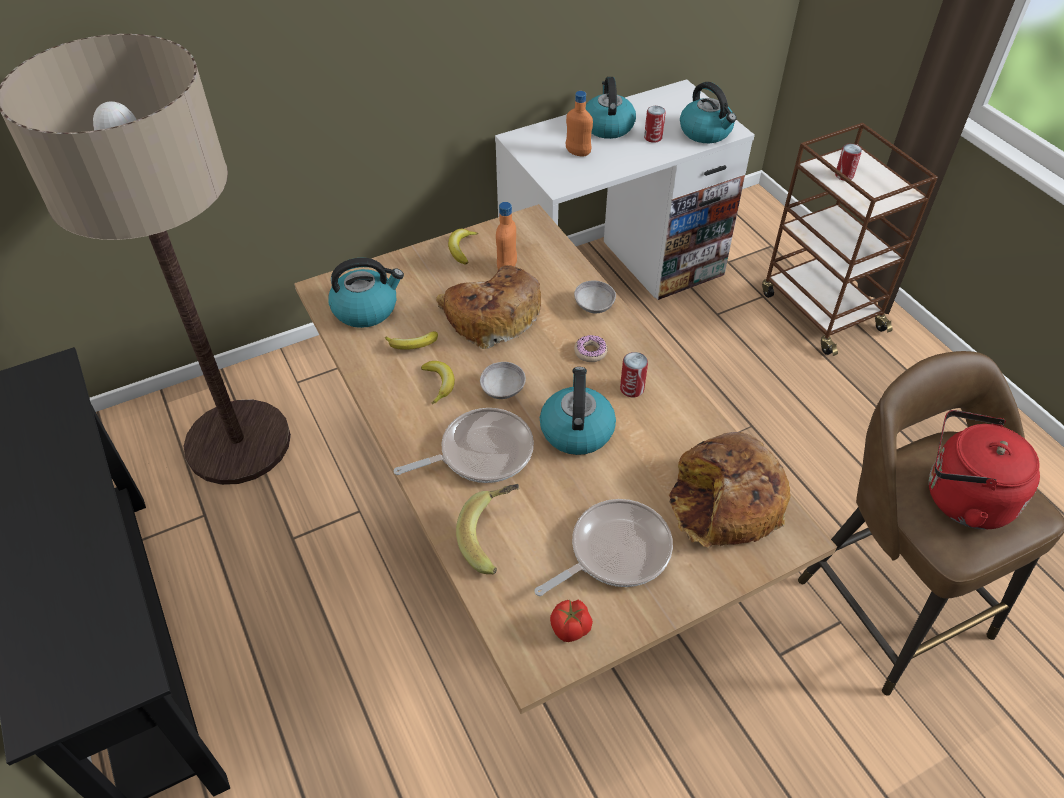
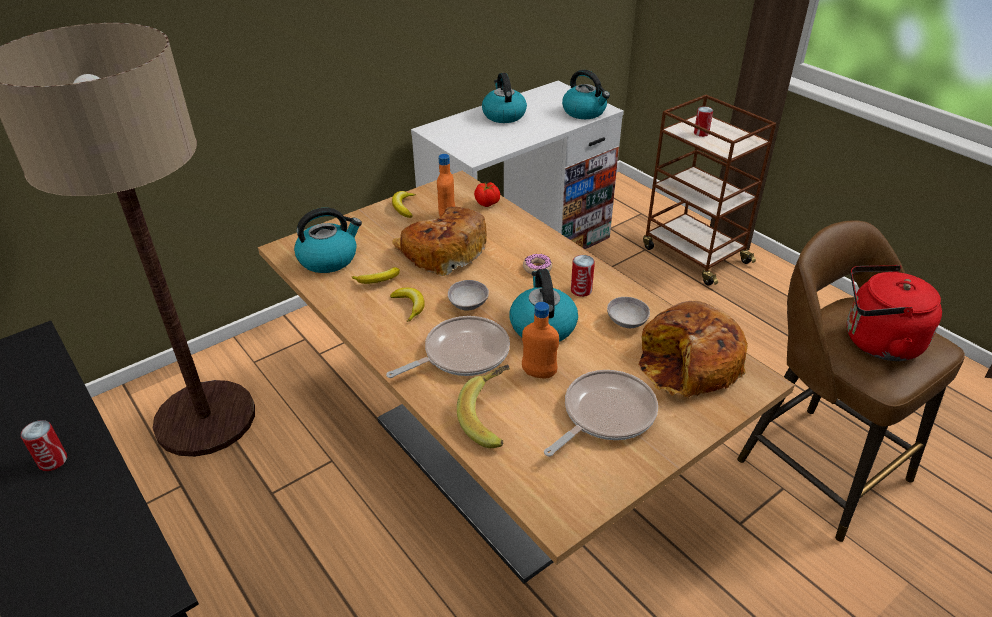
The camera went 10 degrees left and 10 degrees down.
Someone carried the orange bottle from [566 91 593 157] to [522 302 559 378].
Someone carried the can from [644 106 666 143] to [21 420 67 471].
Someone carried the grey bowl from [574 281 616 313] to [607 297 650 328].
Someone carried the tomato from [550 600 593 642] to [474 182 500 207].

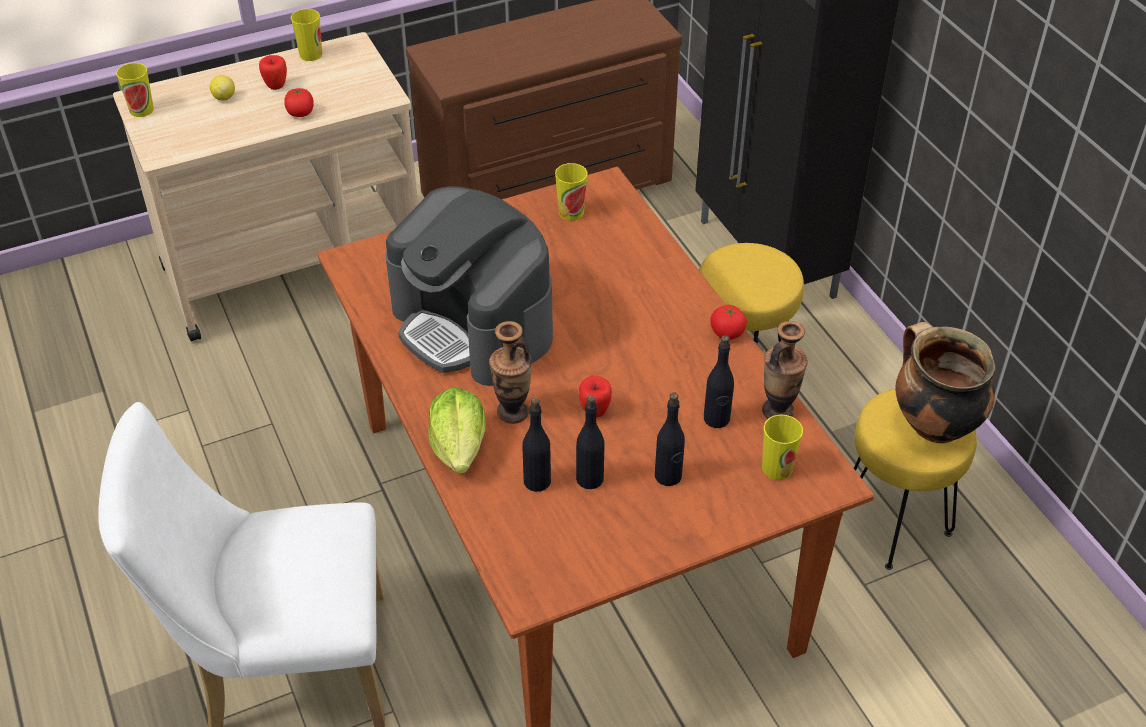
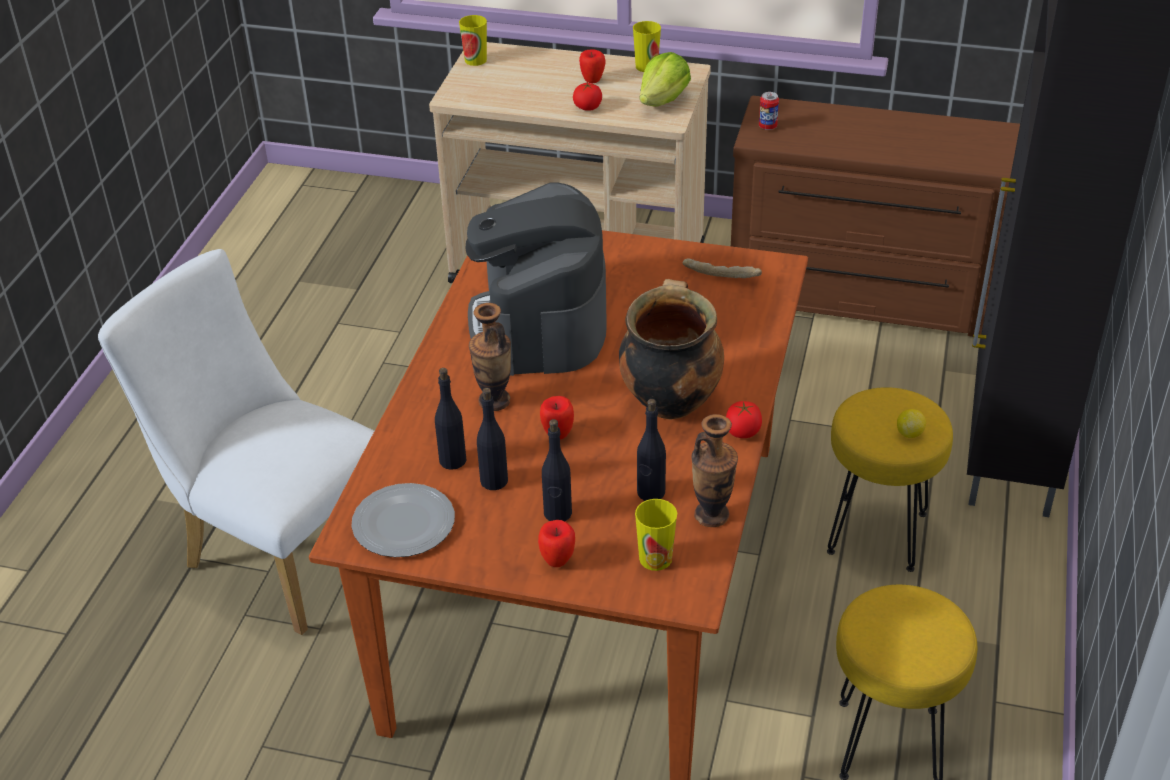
The camera went 40 degrees right and 5 degrees down.
Someone carried the lemon from [210 75 235 100] to [897 409 926 438].
Someone swapped the cup at [555 163 588 221] for the bread at [683 258 762 278].
Someone carried the cooking pot from [895 322 995 444] to [619 279 724 420].
Someone carried the lettuce from [428 388 486 474] to [639 52 691 106].
Someone put down the can at [759 92 779 130].
Someone put down the plate at [351 483 455 557].
Someone put down the apple at [538 520 575 567].

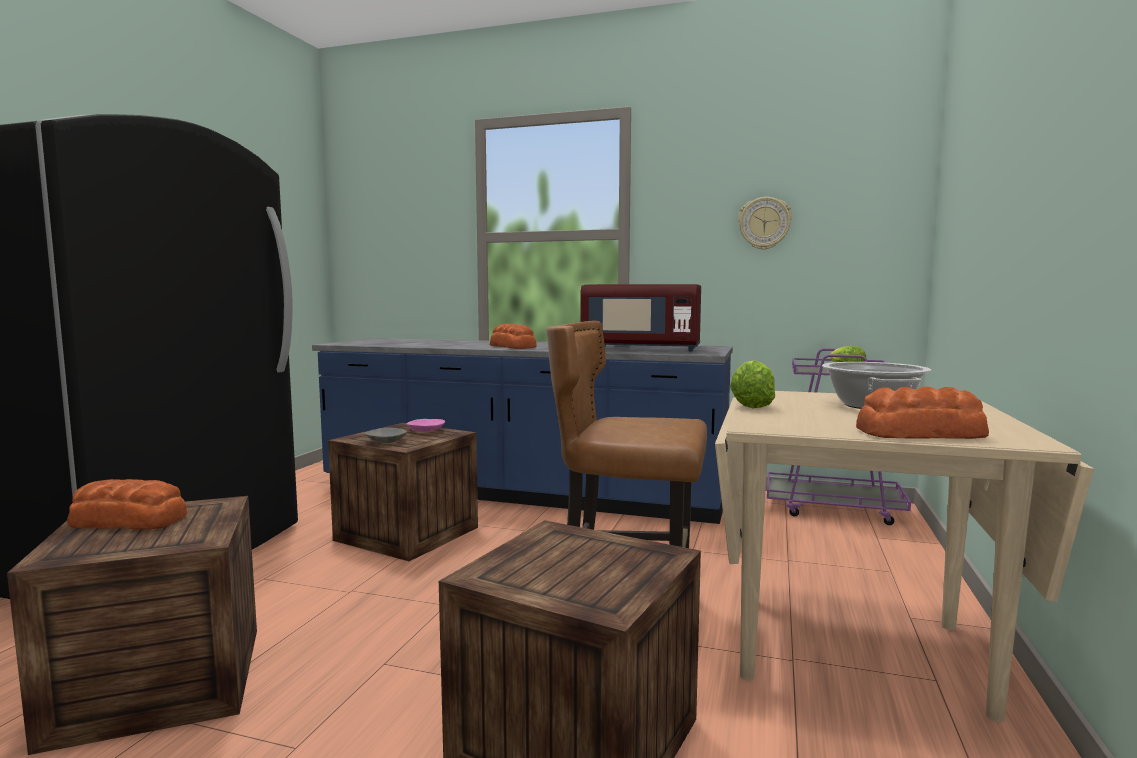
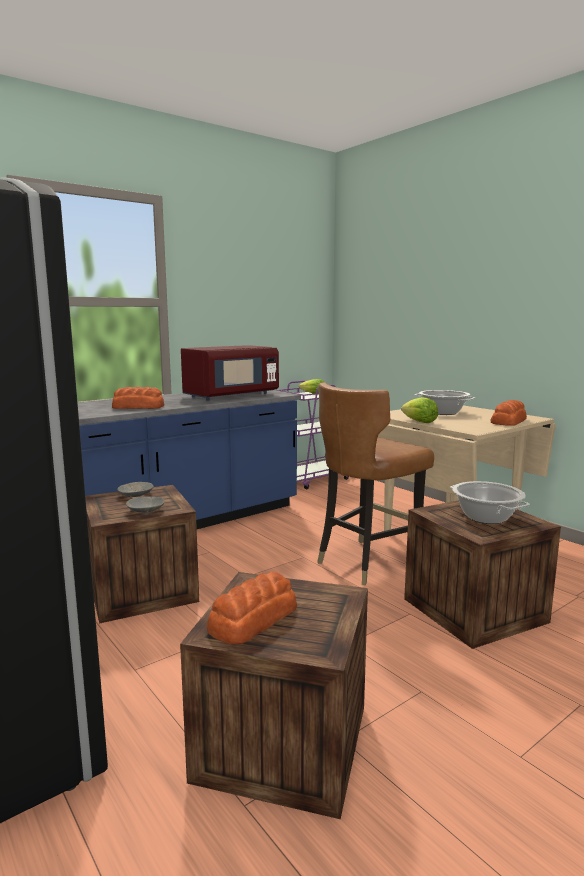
The camera went 55 degrees left and 5 degrees up.
Someone took away the wall clock at [738 197 792 250].
Someone repainted the pink bowl at [407 419 445 432], which became the grey bowl at [118 482 154 498].
Someone put down the cooking pot at [450 481 530 524].

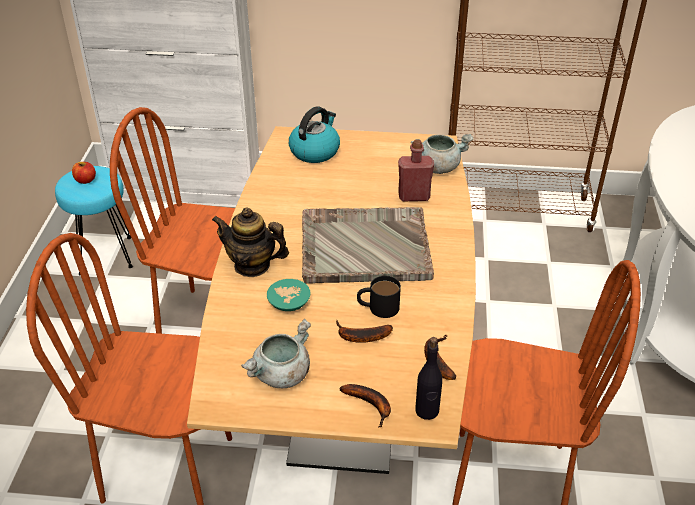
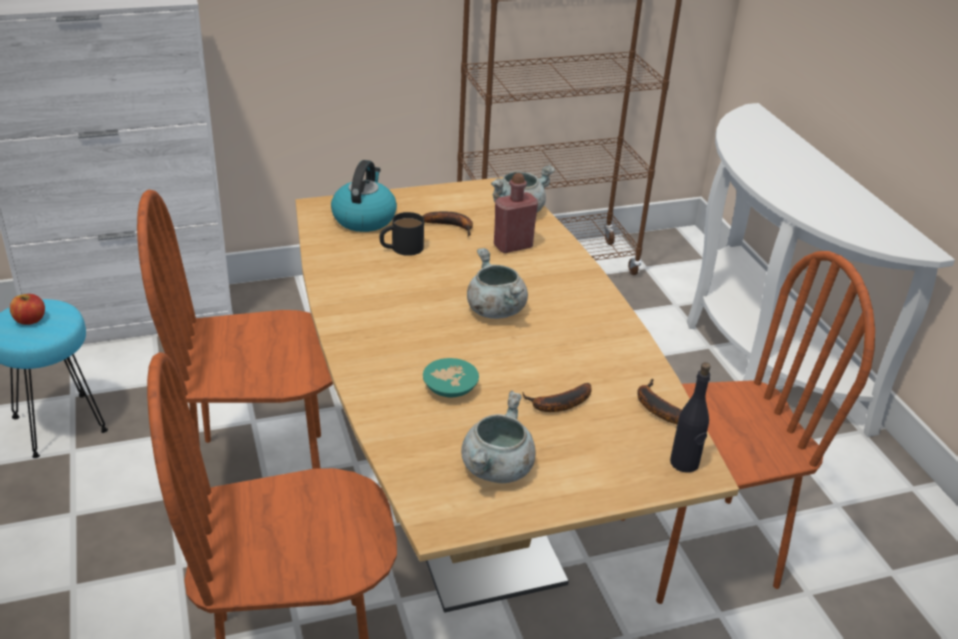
The camera went 25 degrees left and 5 degrees down.
Someone took away the teapot at [212 207 289 277].
Someone swapped the grey tray at [302 207 434 284] for the grey cooking pot at [467 248 528 319].
Someone carried the black mug from [357 276 401 318] to [380 212 424 256].
Someone carried the banana from [340 384 391 428] to [422 212 473 236].

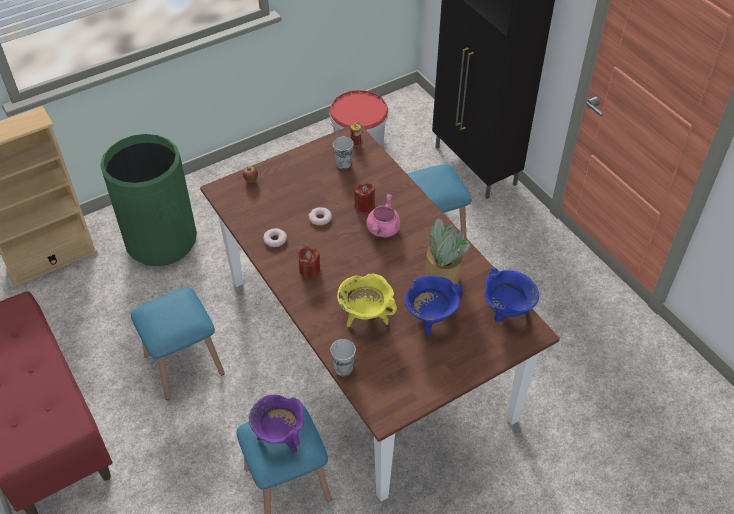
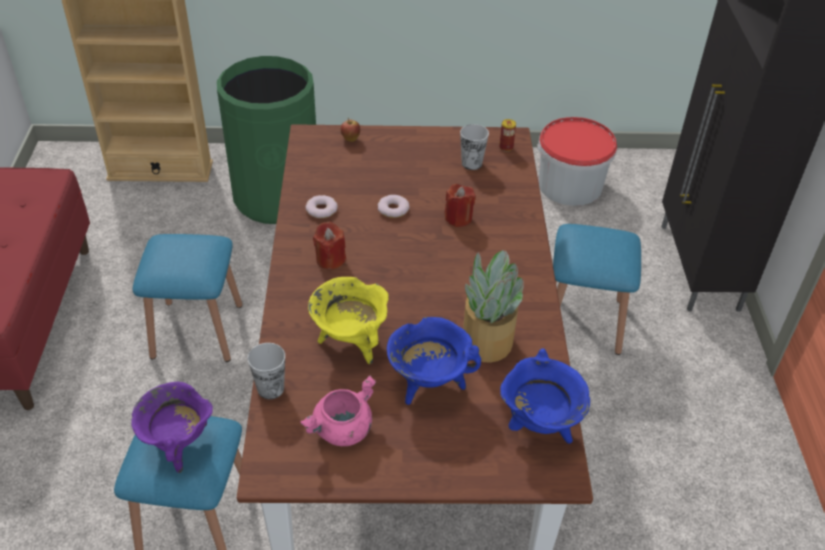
The camera went 30 degrees right and 5 degrees down.
Someone carried the pink cooking pot from [366 194 401 237] to [300 375 376 446].

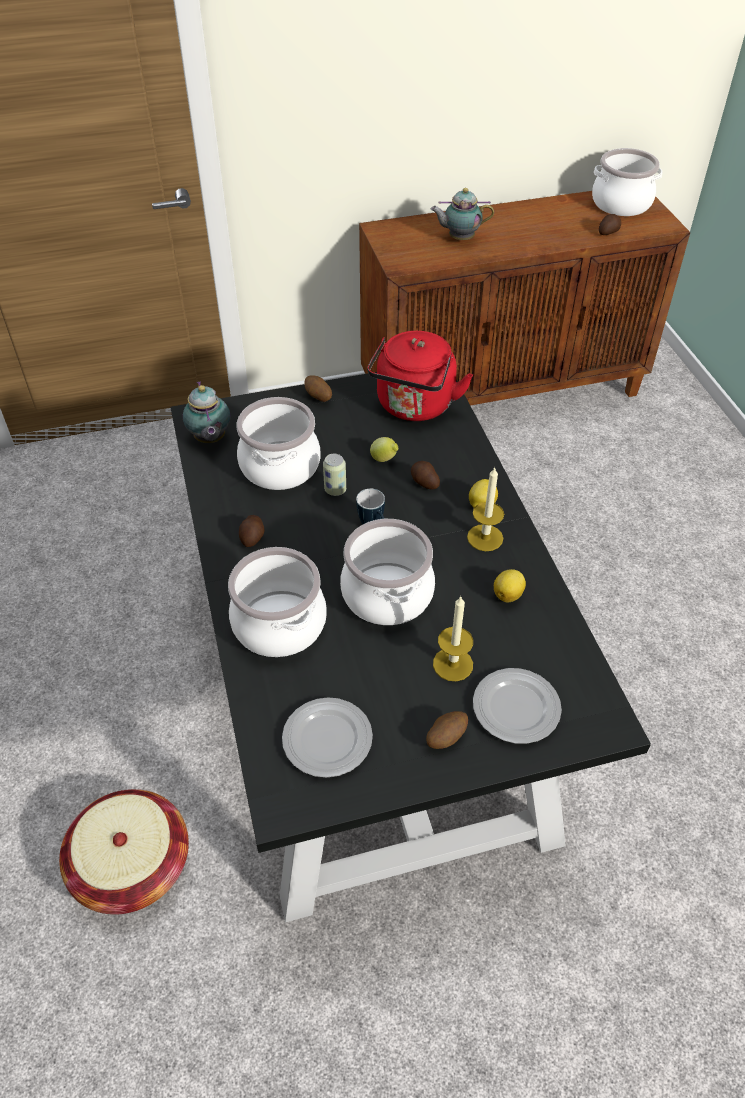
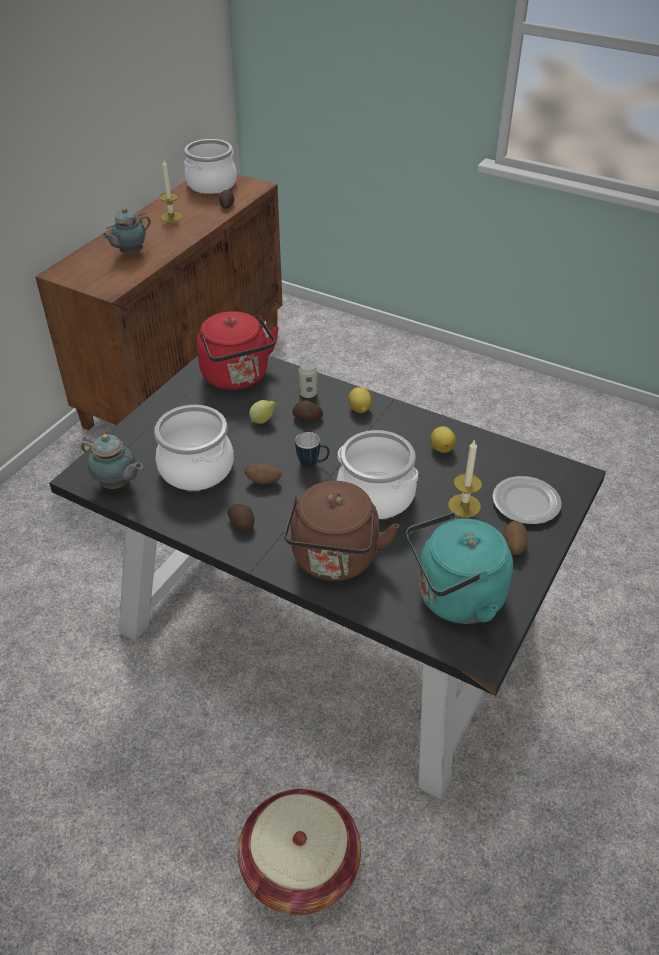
The camera went 45 degrees left and 5 degrees down.
Someone carried the potato from [304 376 332 402] to [244 463 282 484].
Someone carried the can from [323 453 346 496] to [299 362 318 398].
Someone carried the candle from [467 468 504 551] to [159 160 183 223].
Someone swapped the cooking pot at [228 547 327 657] for the brown kettle at [284 481 399 581].
Someone swapped the plate at [282 697 373 778] for the turquoise kettle at [406 512 513 624].

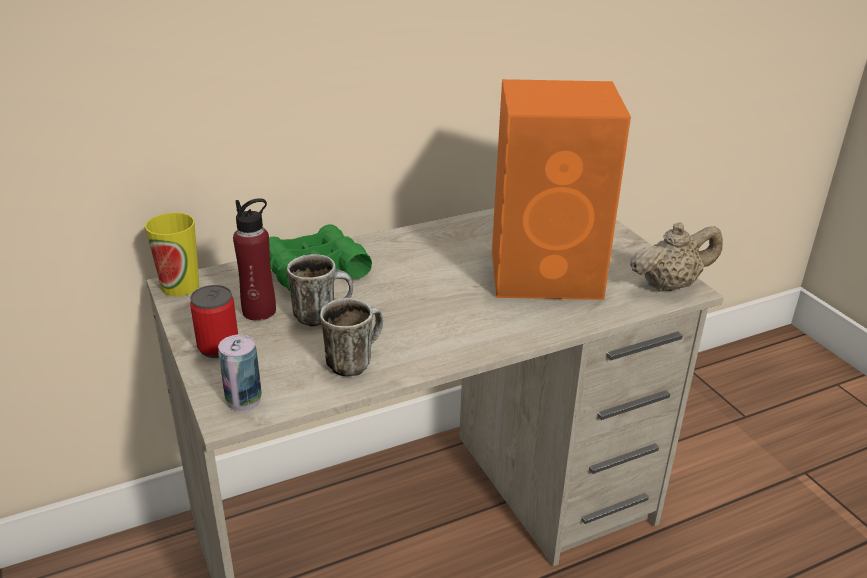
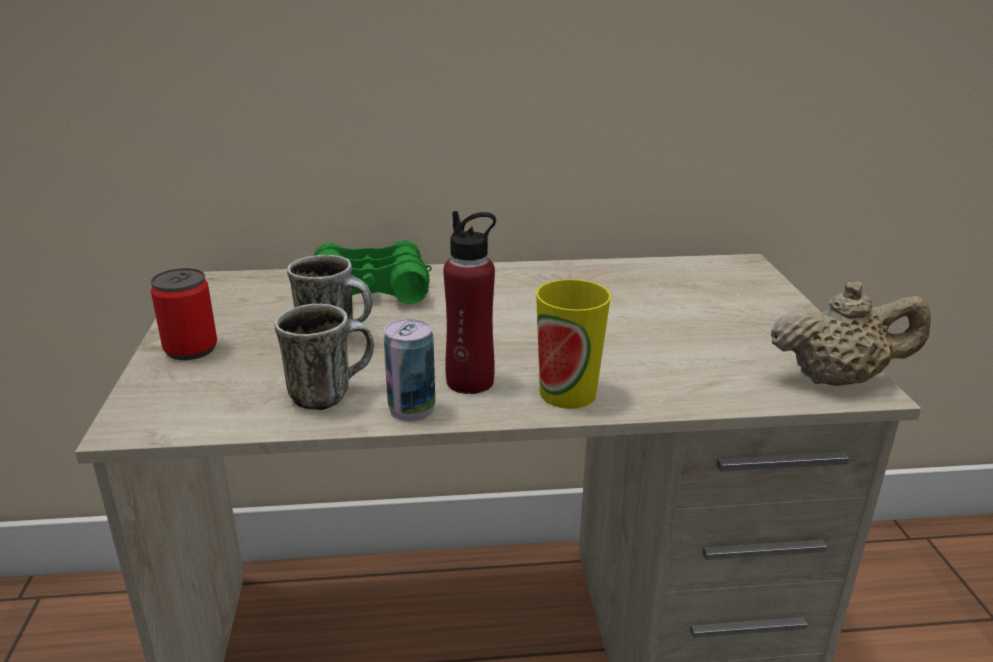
The camera went 20 degrees right and 5 degrees down.
Someone took away the orange speaker at [492 79 631 300].
Someone carried the red bottle from [233 198 276 321] to [444 211 496 394].
Someone carried the cup from [145 212 199 297] to [536 279 611 409].
Someone carried the can from [218 334 262 412] to [384 319 435 422].

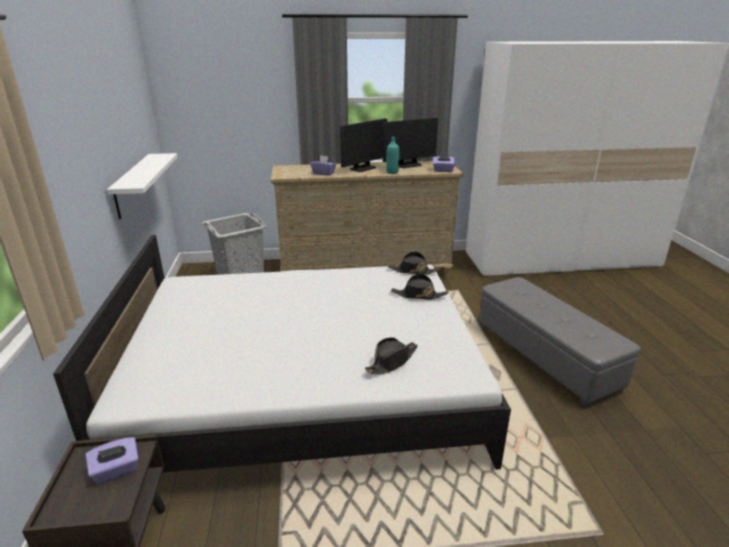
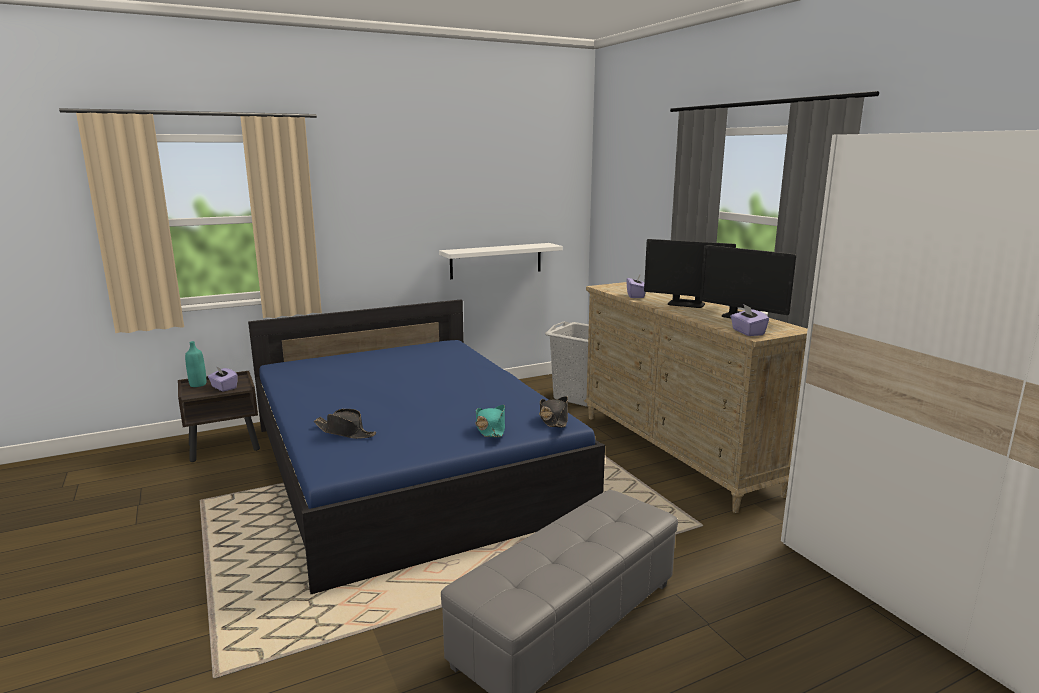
The camera went 70 degrees right and 10 degrees down.
Someone carried the turquoise bottle from [386 137 399 174] to [185 341 206 387].
Someone repainted the white bed at [53 235 511 473], which became the blue bed at [248 299 605 594].
Someone repainted the black hat at [391 274 448 300], which became the turquoise hat at [475 405 505 438].

